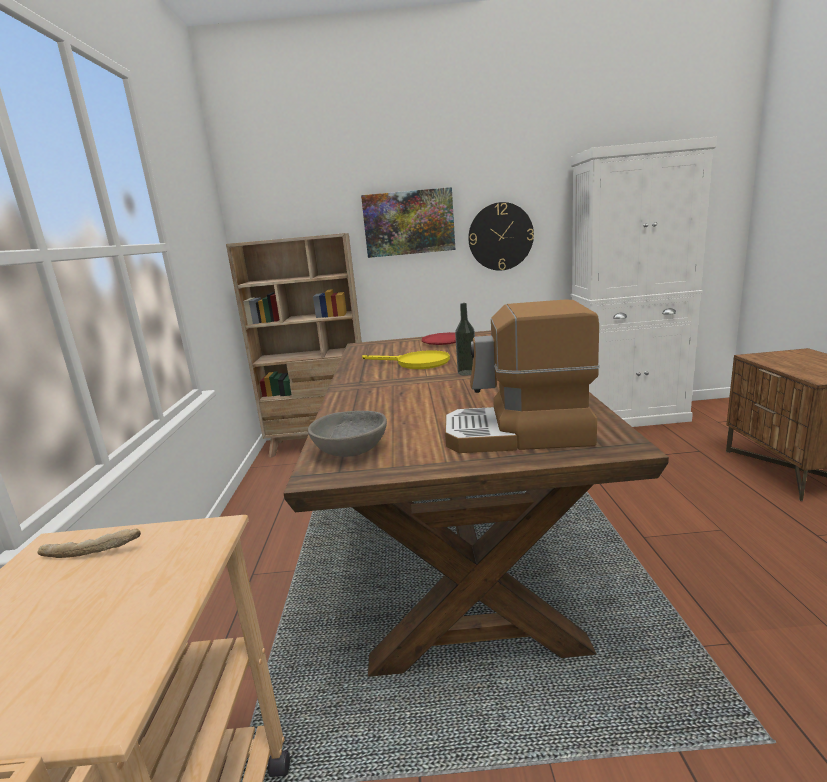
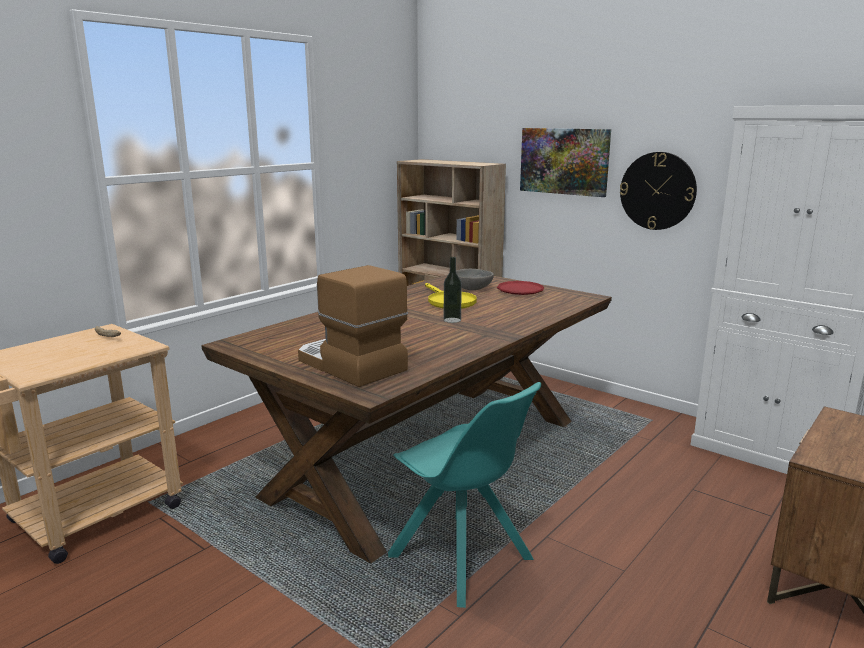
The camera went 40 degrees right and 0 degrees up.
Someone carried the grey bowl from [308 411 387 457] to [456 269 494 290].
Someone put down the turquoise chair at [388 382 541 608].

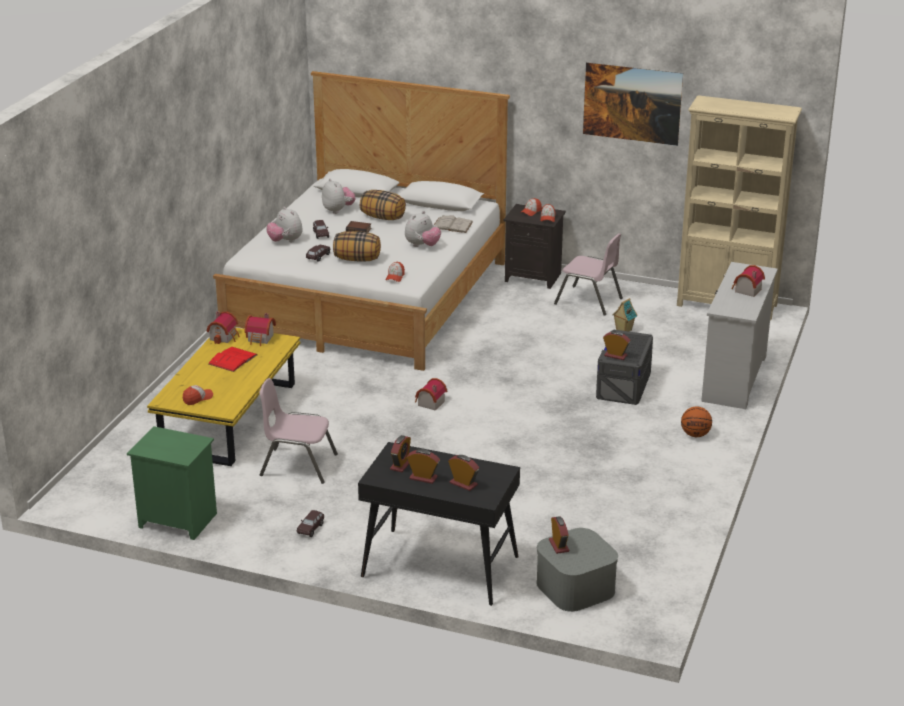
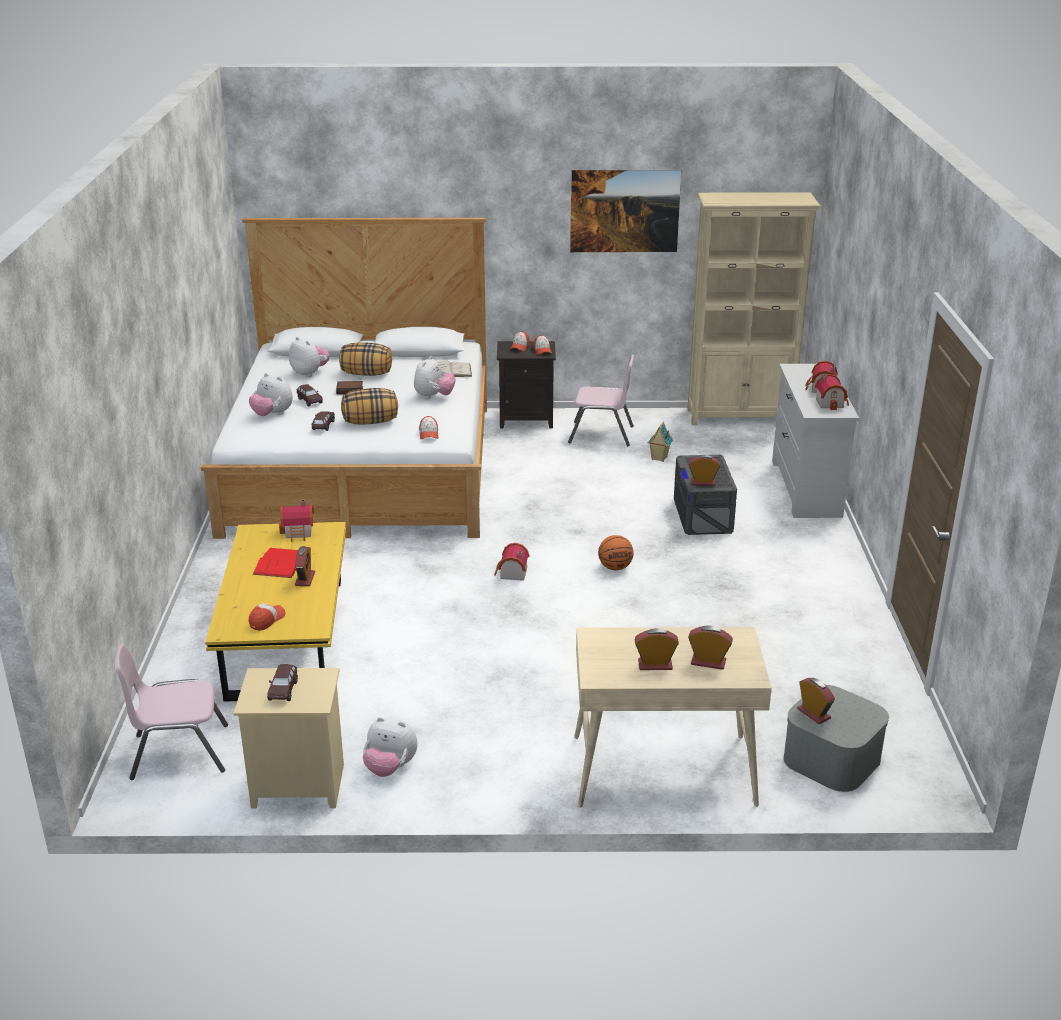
The camera went 20 degrees left and 0 degrees up.
Someone carried the toy house from [206 311 240 344] to [815 374 849 410].
Someone carried the pink chair from [259 378 338 484] to [115 644 228 780].
Someone carried the basketball from [681 407 712 437] to [598 535 633 570].
Someone repainted the green nightstand at [127 426 217 540], which became the beige nightstand at [234 668 344 809].
Someone carried the alarm clock from [390 435 411 472] to [295 546 315 586].
Someone repainted the black desk at [358 442 520 606], which became the beige desk at [574 627 772 807].
Someone carried the brown toy car from [297 510 324 537] to [267 664 298 701].
Someone put down the plush toy at [363 717 417 777].

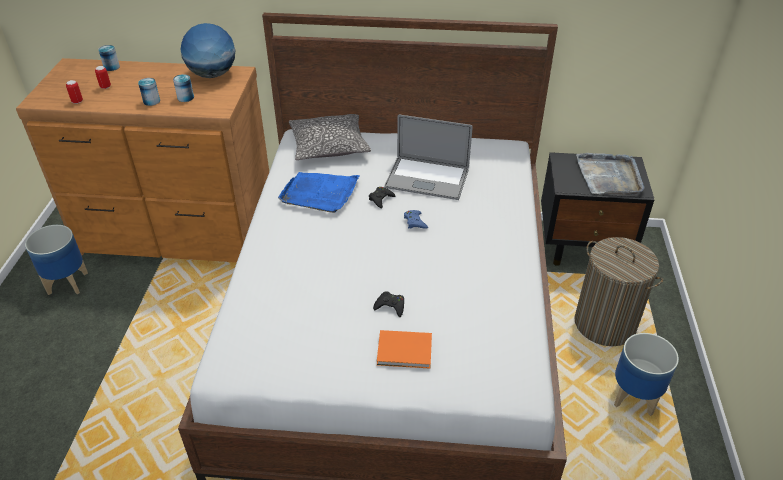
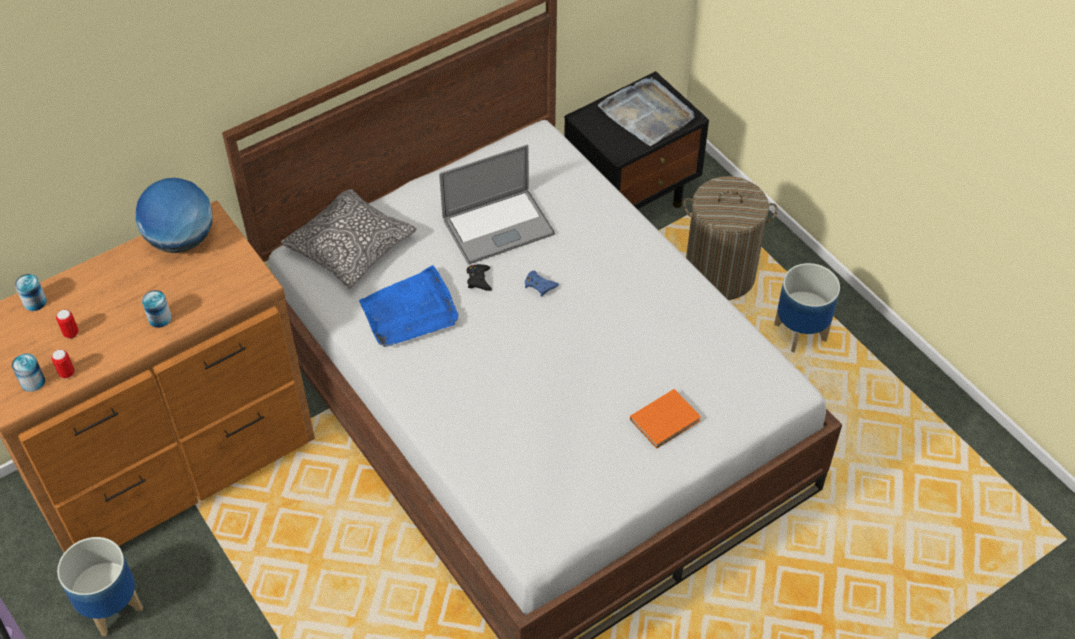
The camera went 40 degrees left and 10 degrees up.
Someone carried the can from [173 74 194 102] to [12 353 45 392].
Someone took away the black game controller at [373 291 404 317].

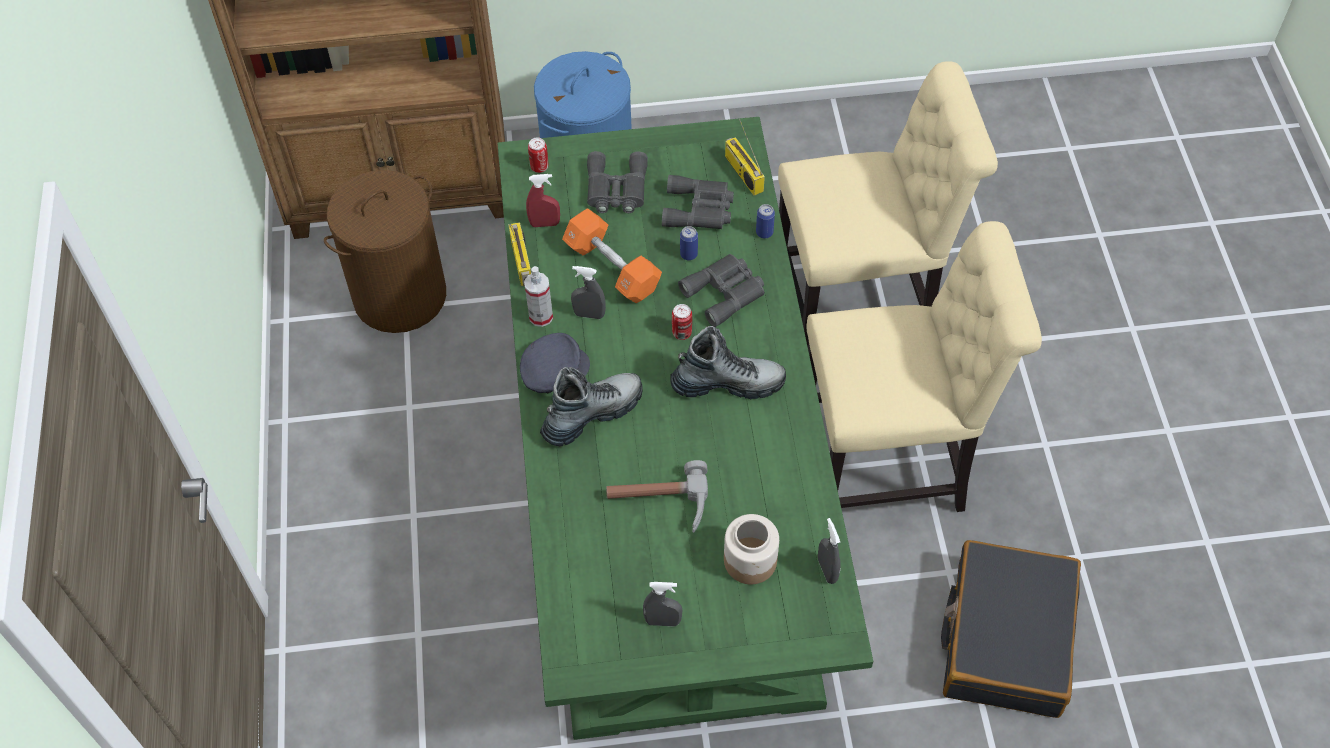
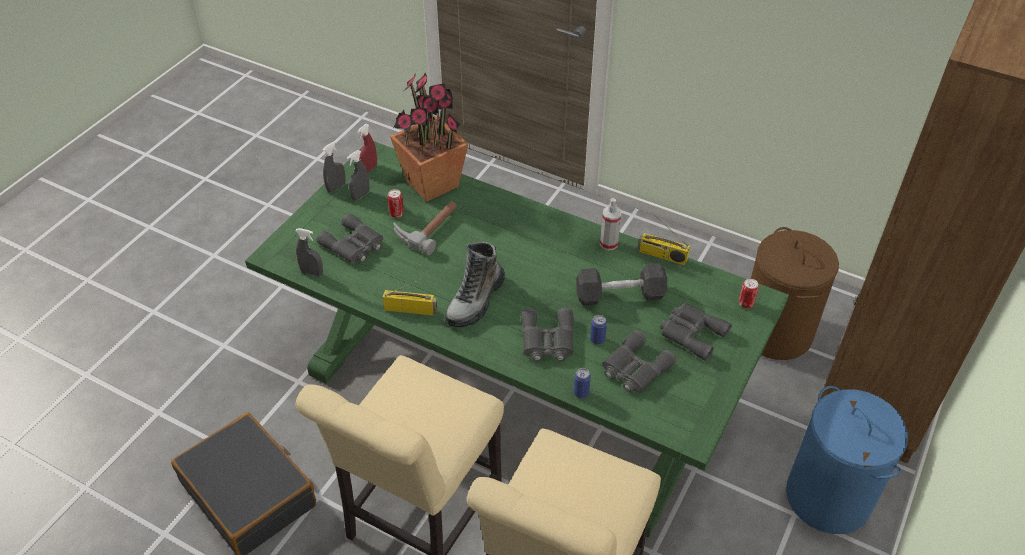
The camera went 125 degrees right and 10 degrees down.
Someone carried the radio from [725 119 765 196] to [383 279 437 316].
Someone carried the red spray bottle from [526 174 560 227] to [357 124 377 173].
Someone repainted the orange dumbbell at [562 208 662 303], which became the black dumbbell at [576 263 667 305].
Someone carried the grey spray bottle from [571 266 606 319] to [322 141 346 193].
Someone carried the can from [672 304 692 340] to [387 189 404 218].
Someone took away the grey cap at [520 333 590 393].
Someone took away the boot at [540 367 643 447].
Someone swapped the jar at [724 514 779 584] for the grey binoculars at [316 213 383 264].
Someone put down the potted plant at [390 72 468 202].

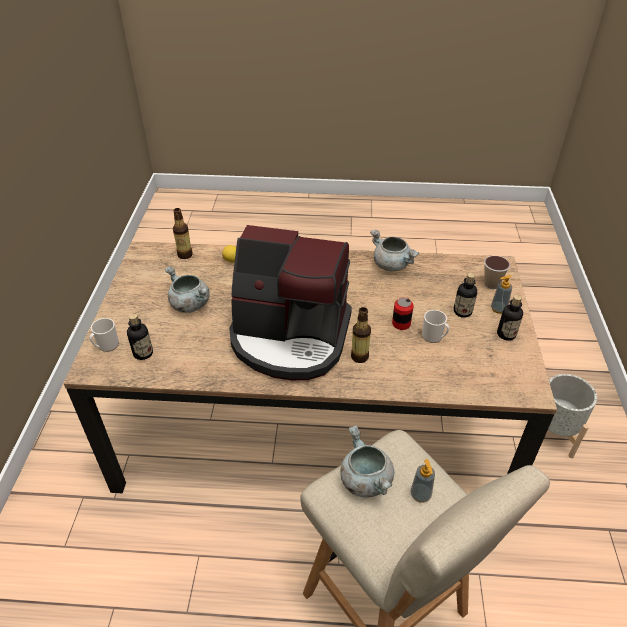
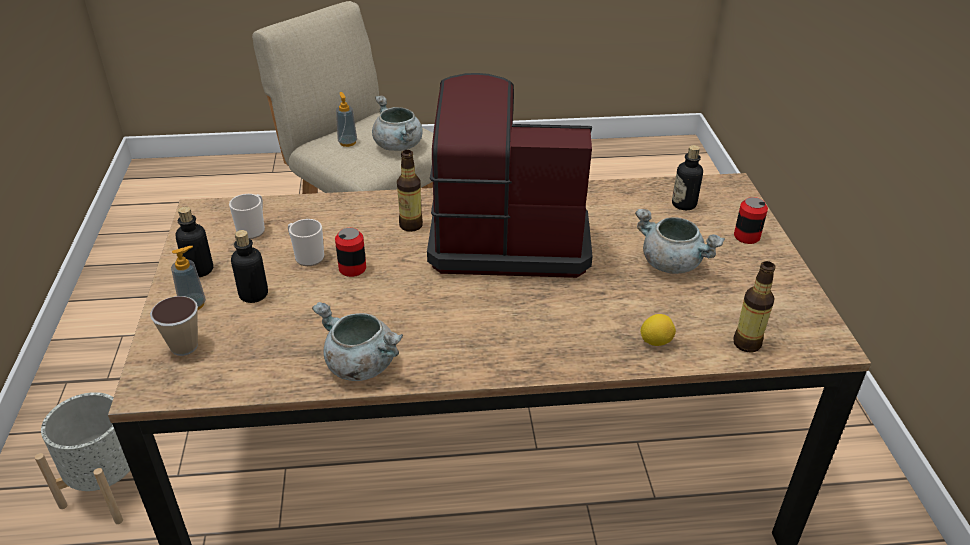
The camera went 170 degrees right and 5 degrees down.
Someone carried the mug from [89 318 119 352] to [229 194 265 239].
Someone put down the can at [734 197 768 244].

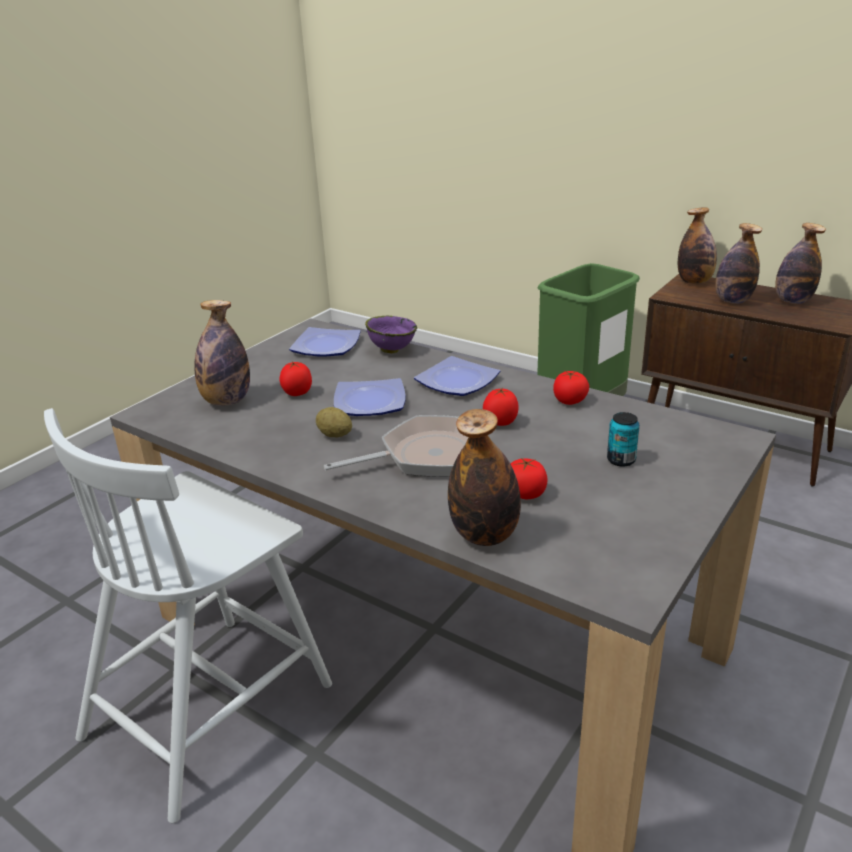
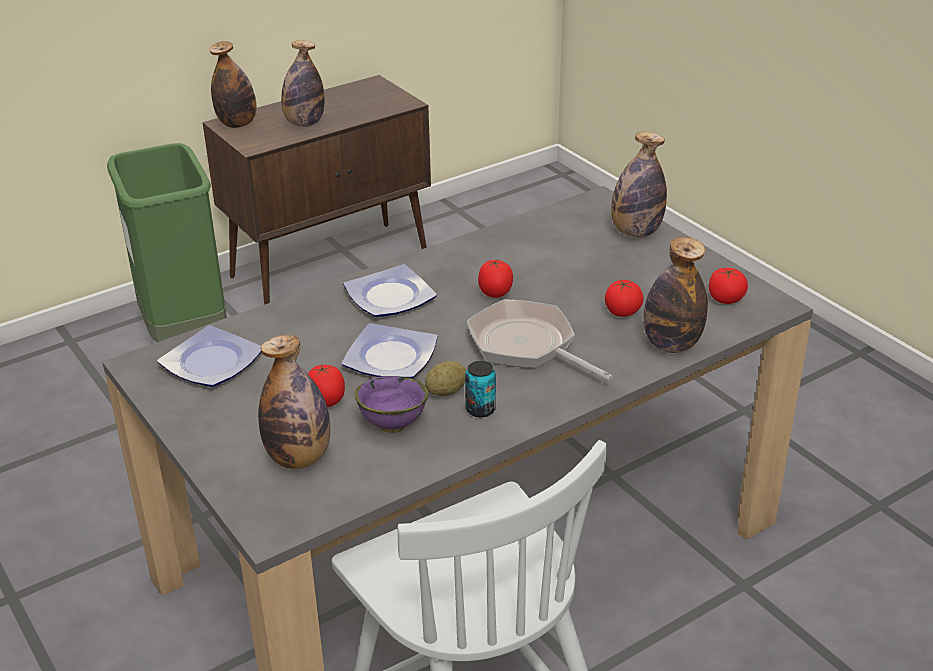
The camera went 70 degrees left and 5 degrees up.
Someone carried the bottle from [775 223 826 304] to [611 132 667 238].
Someone carried the purple bowl from [365 316 417 353] to [355 376 429 433].
Someone carried the tomato from [553 371 589 405] to [709 267 748 304].
Someone carried the can from [607 412 640 467] to [465 361 496 417].
Someone rotated the frying pan at [324 415 469 477] by 45 degrees counterclockwise.

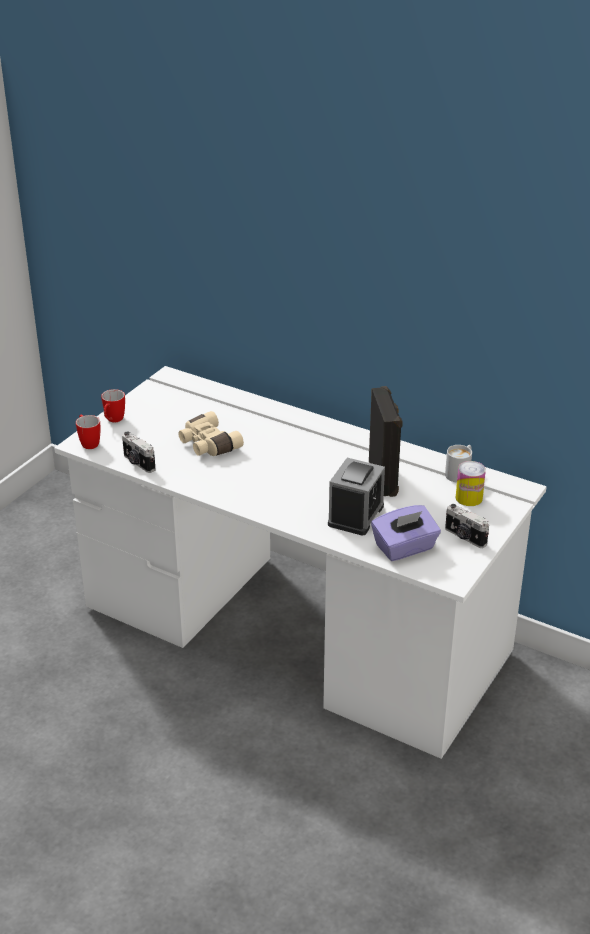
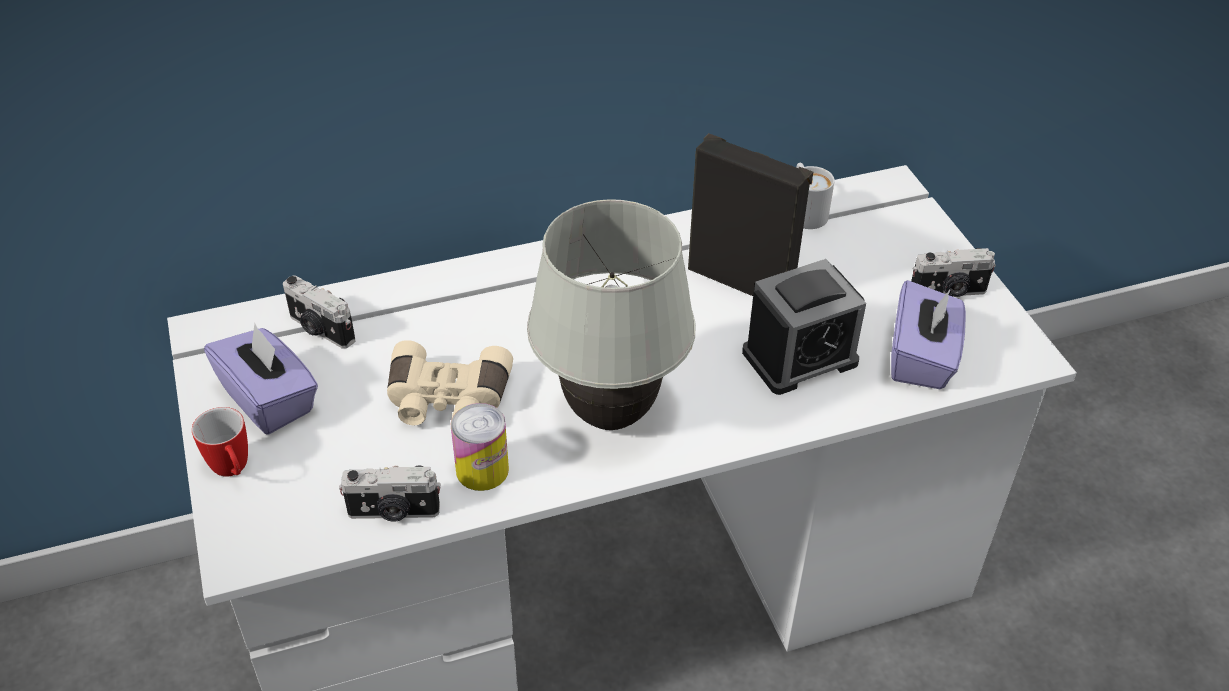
The camera went 50 degrees left and 10 degrees up.
Someone took away the mug at [76 415 100 449].
Someone rotated the alarm clock at [328 458 385 535] by 90 degrees clockwise.
Someone carried the can from [456 461 486 506] to [450 403 509 491].
Someone put down the white table lamp at [527 199 695 430].
Someone put down the photo camera at [283 275 356 349].
Someone put down the purple tissue box at [204 323 318 435].

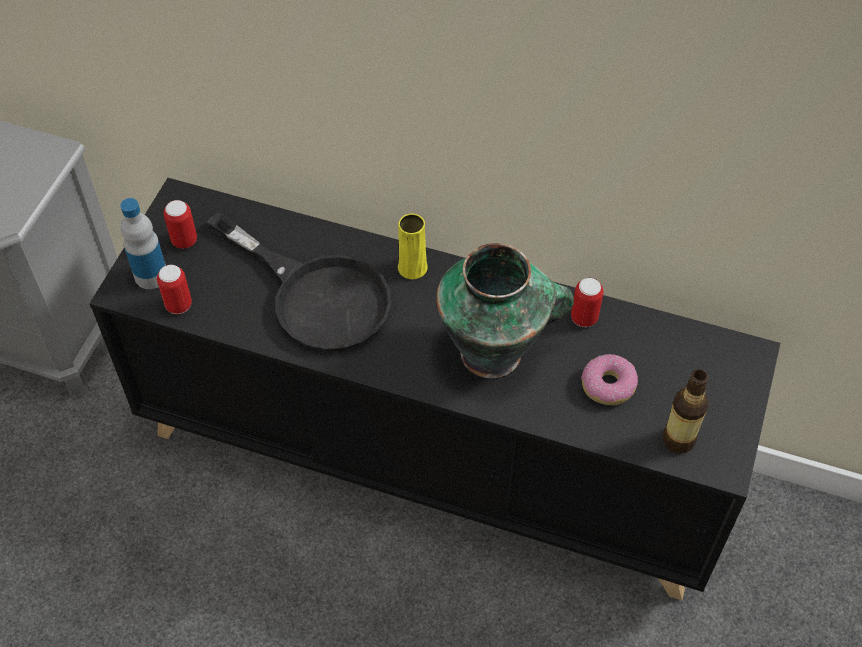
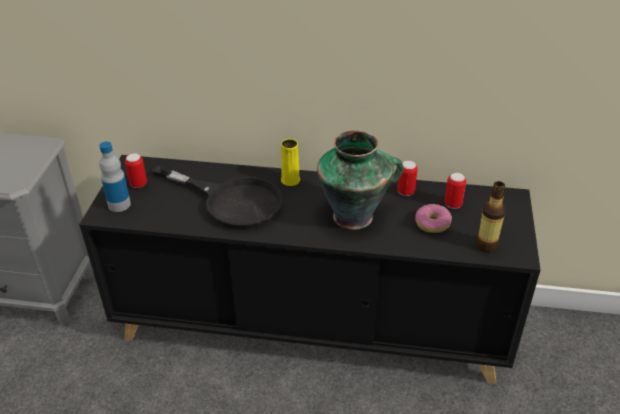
The camera went 10 degrees left and 15 degrees down.
Someone carried the can from [157 265 192 314] to [444 173 466 209].

